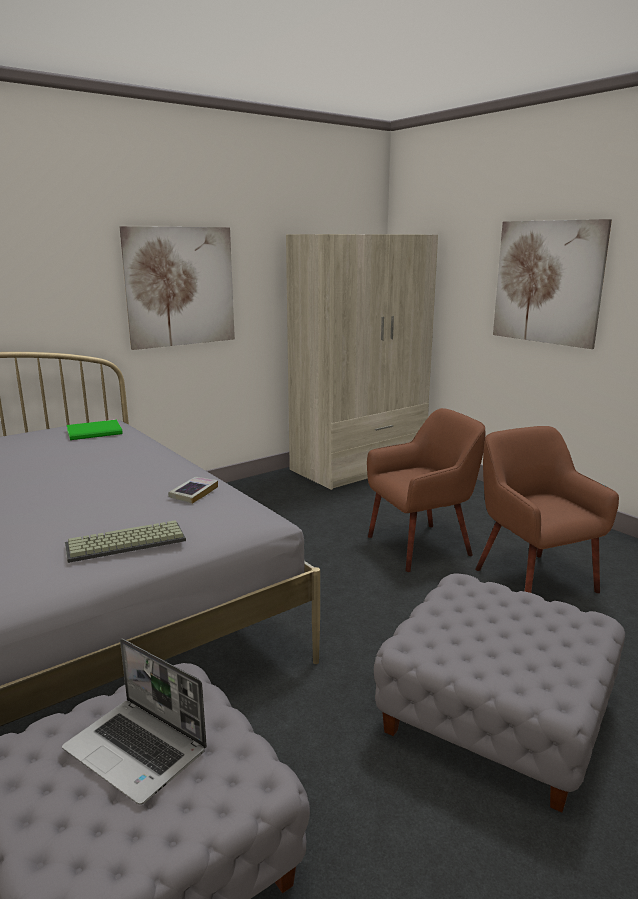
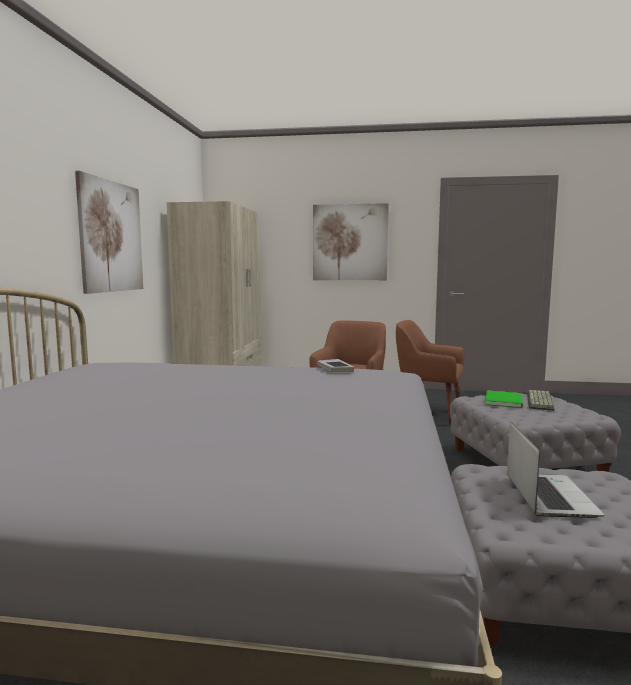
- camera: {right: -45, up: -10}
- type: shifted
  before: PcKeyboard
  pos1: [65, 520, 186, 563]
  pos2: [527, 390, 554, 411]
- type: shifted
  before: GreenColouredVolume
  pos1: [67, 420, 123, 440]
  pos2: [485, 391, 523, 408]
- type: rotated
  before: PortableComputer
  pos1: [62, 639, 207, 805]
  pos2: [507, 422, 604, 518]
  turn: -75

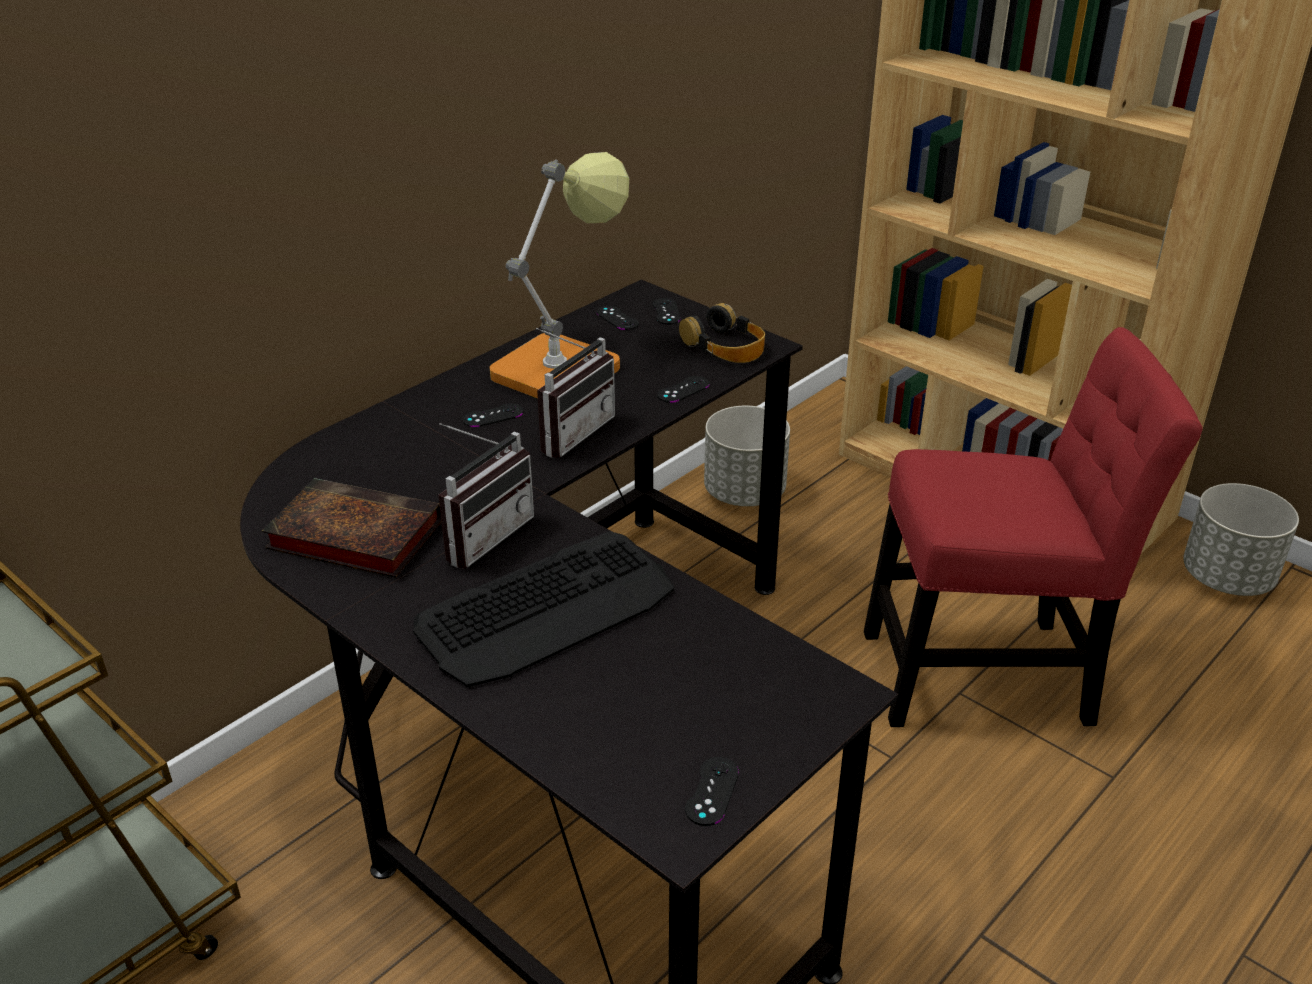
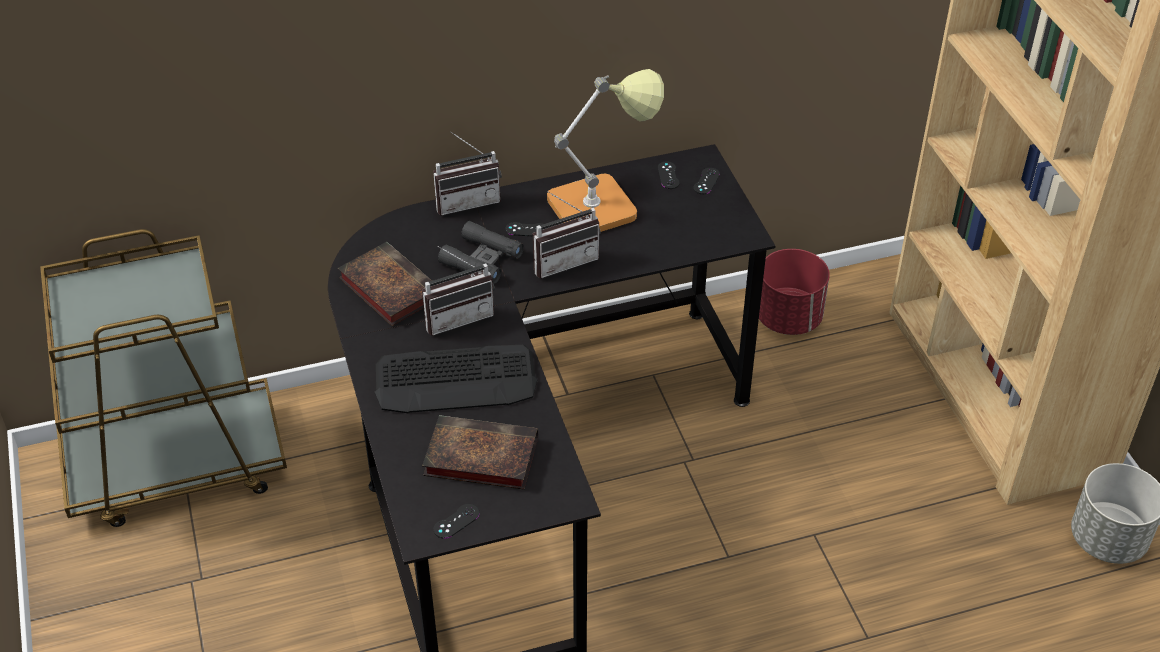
- camera: {right: 30, up: 10}
- type: gone
  before: BlackColouredJoypad
  pos1: [657, 376, 710, 403]
- type: gone
  before: Headset
  pos1: [679, 303, 765, 363]
- type: gone
  before: RedColouredPlainChair
  pos1: [864, 327, 1202, 727]
- type: new
  after: Volume
  pos2: [422, 415, 538, 490]
- type: new
  after: RadioSet
  pos2: [433, 132, 502, 215]
- type: new
  after: BlackColouredPairOfBinoculars
  pos2: [438, 221, 524, 283]
- type: repainted
  before: GreyFlowerPot
  after: RedColouredFlowerPot
  pos1: [704, 406, 790, 506]
  pos2: [759, 249, 830, 335]

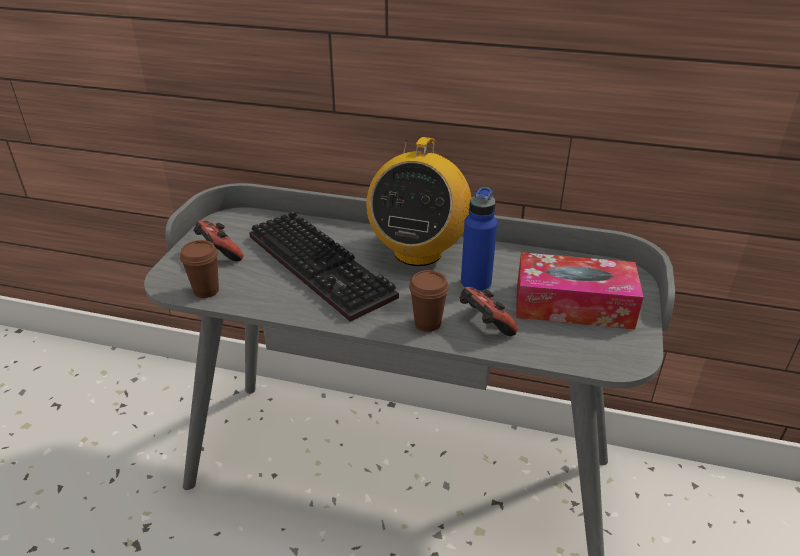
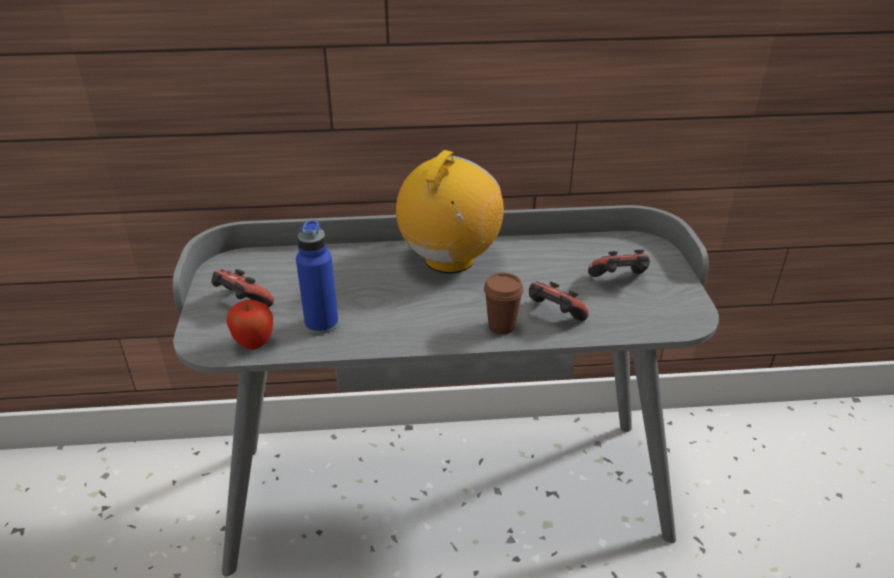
- camera: {right: -20, up: 0}
- type: gone
  before: PcKeyboard
  pos1: [249, 211, 399, 322]
- type: shifted
  before: BlueColouredBottle
  pos1: [461, 187, 497, 293]
  pos2: [296, 220, 339, 334]
- type: swapped
  before: BrownColouredDrinkingCup
  after: Apple
  pos1: [180, 240, 219, 298]
  pos2: [227, 300, 273, 350]
- type: swapped
  before: TissueBox
  after: Joypad
  pos1: [516, 252, 644, 330]
  pos2: [588, 250, 650, 277]
- type: rotated
  before: RadioSet
  pos1: [366, 137, 471, 266]
  pos2: [396, 150, 504, 273]
  turn: -150

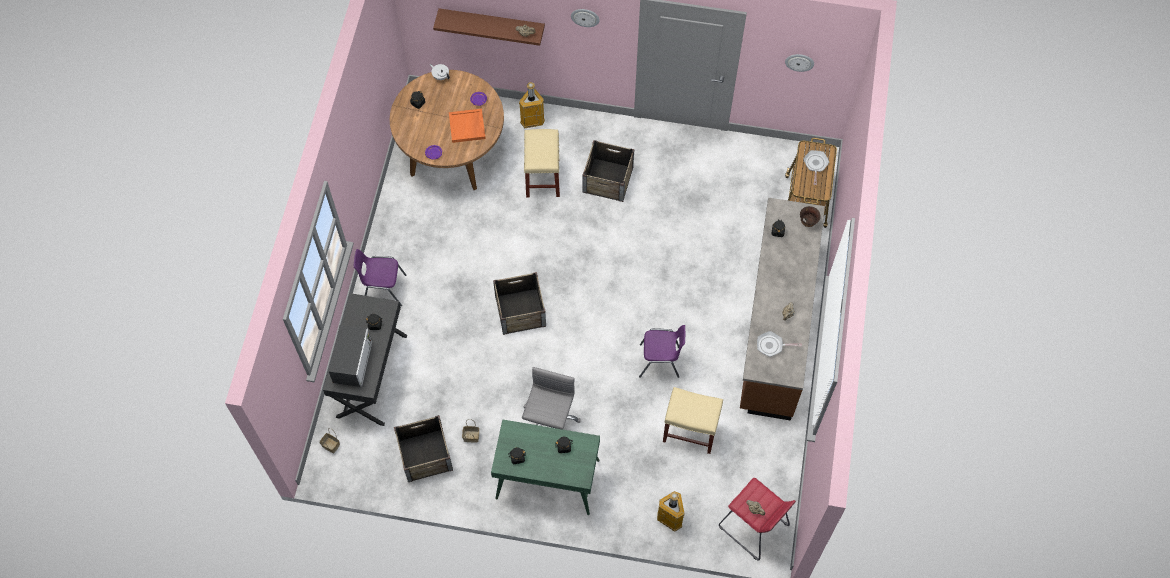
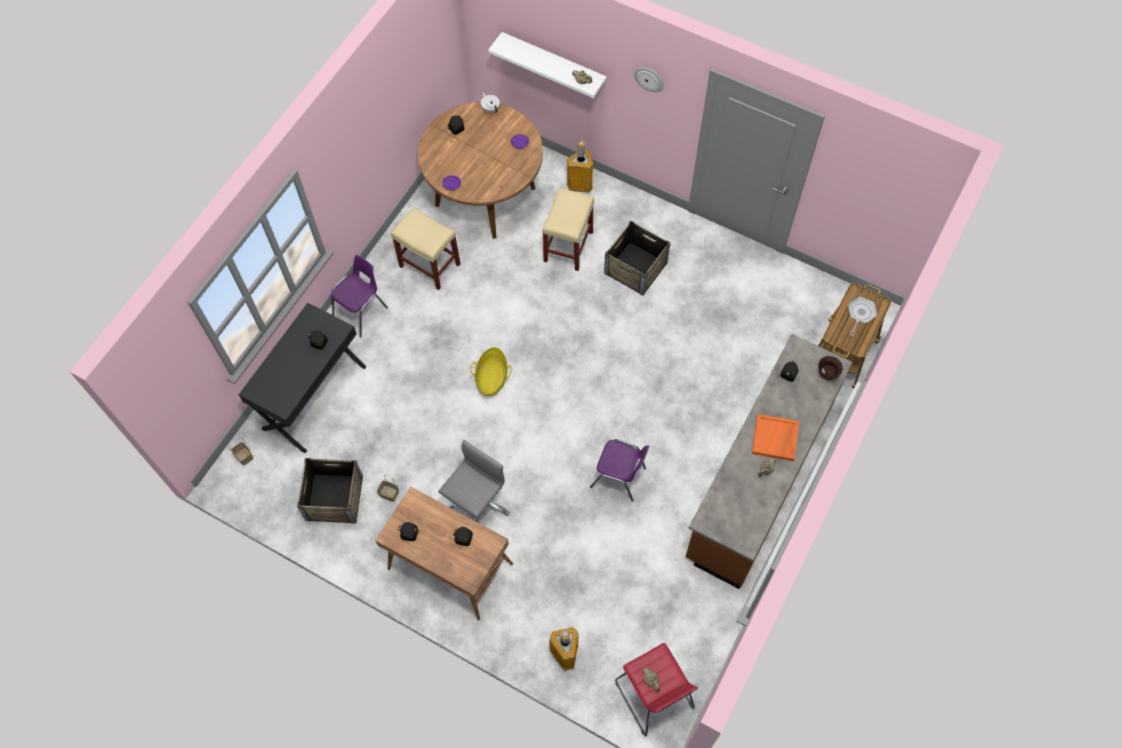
- camera: {right: 20, up: 0}
- type: gone
  before: Microwave
  pos1: [328, 325, 373, 387]
- type: gone
  before: FryingPan
  pos1: [757, 331, 802, 357]
- type: gone
  before: ClockOnTheWall
  pos1: [785, 54, 814, 72]
- type: shifted
  before: OrangeColouredTray
  pos1: [449, 109, 486, 143]
  pos2: [752, 414, 799, 461]
- type: shifted
  before: SandColouredStool
  pos1: [663, 387, 723, 454]
  pos2: [391, 207, 461, 290]
- type: swapped
  before: PackingCrate
  after: HouseholdBasket
  pos1: [493, 272, 546, 335]
  pos2: [470, 347, 512, 396]
- type: repainted
  before: BrownColouredShelf
  after: WhiteShelf
  pos1: [433, 8, 545, 46]
  pos2: [488, 32, 607, 98]
- type: repainted
  before: GreenColouredDeskUnit
  after: BrownColouredDeskUnit
  pos1: [491, 419, 600, 515]
  pos2: [375, 487, 513, 621]
- type: rotated
  before: PurpleColouredPlainChair
  pos1: [354, 249, 406, 306]
  pos2: [331, 255, 388, 337]
  turn: 105

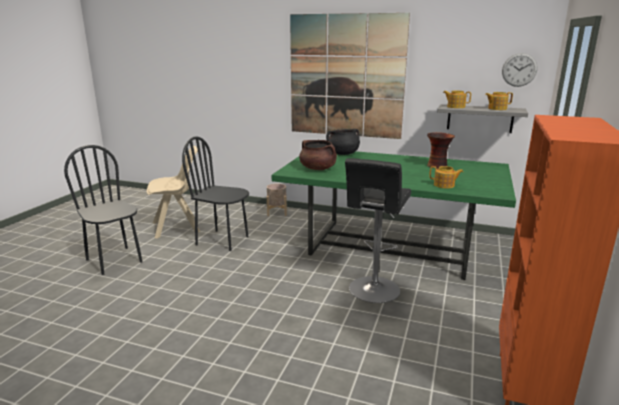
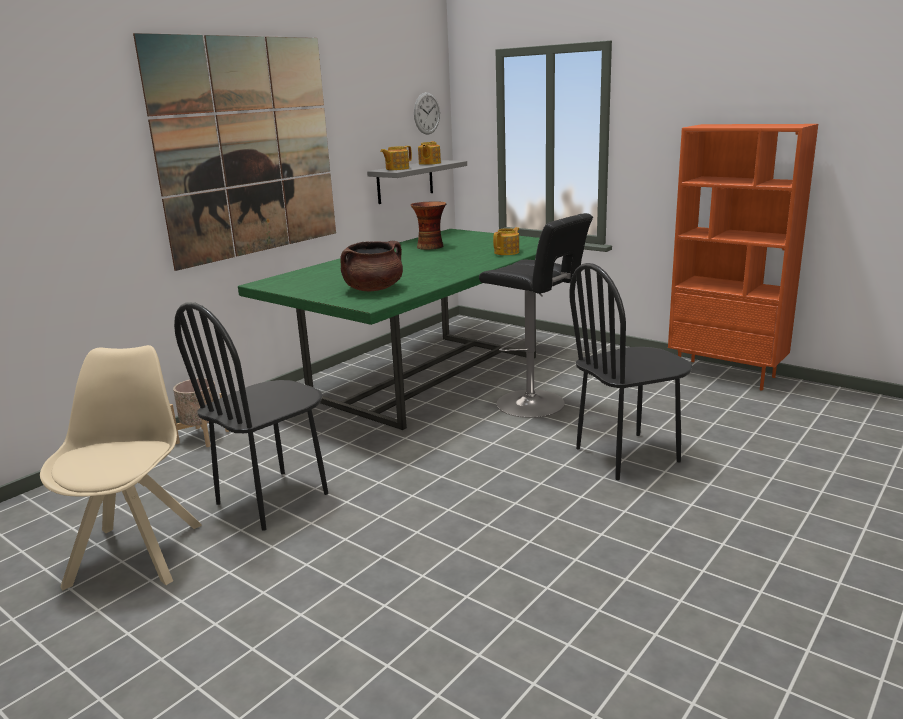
- camera: {right: -70, up: 0}
- type: gone
  before: BlackColouredCookingPot
  pos1: [326, 129, 360, 155]
- type: shifted
  before: BlackColouredPlainChair
  pos1: [64, 145, 142, 275]
  pos2: [569, 263, 693, 480]

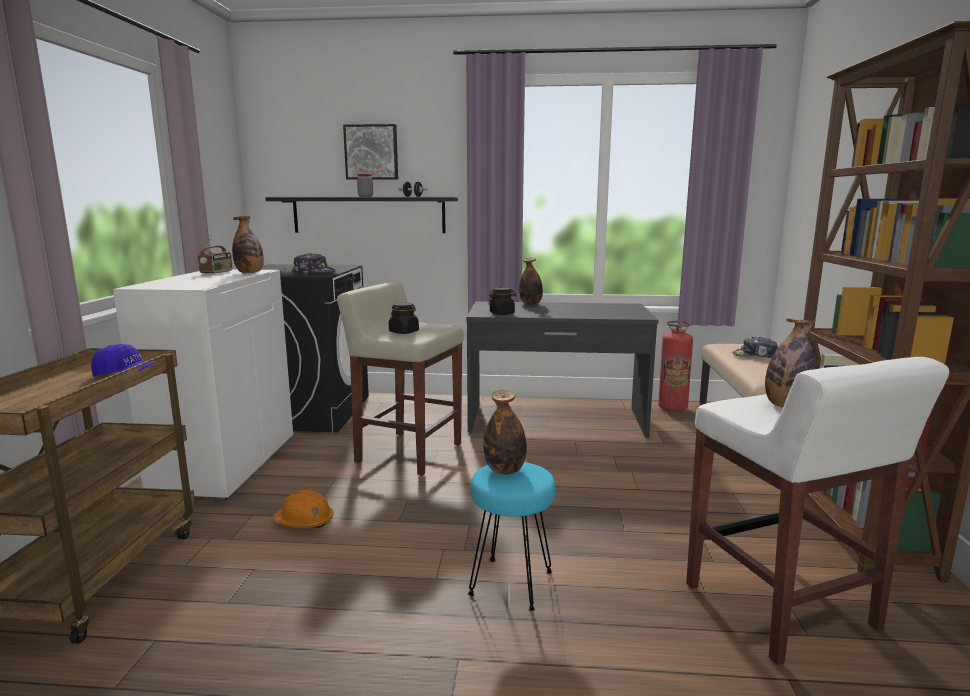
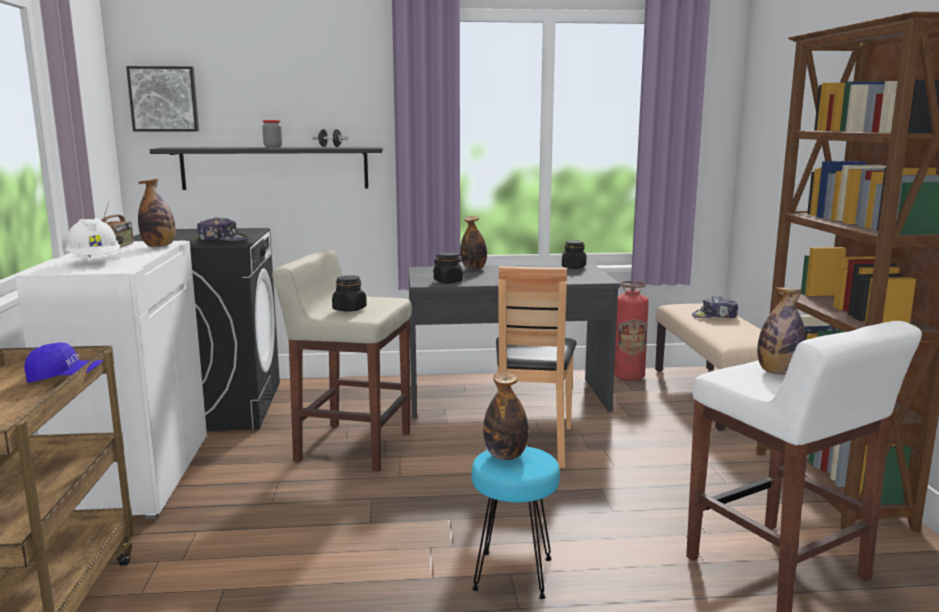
- camera: {right: -10, up: 0}
- type: gone
  before: OrangeColouredSafetyHelmet
  pos1: [273, 489, 334, 528]
- type: new
  after: WhiteSafetyHelmet
  pos2: [65, 218, 120, 258]
- type: new
  after: BrownColouredPlainChair
  pos2: [496, 266, 577, 468]
- type: new
  after: BlackColouredStorageJar
  pos2: [562, 241, 587, 269]
- type: shifted
  before: Picture
  pos1: [343, 124, 398, 180]
  pos2: [126, 66, 199, 132]

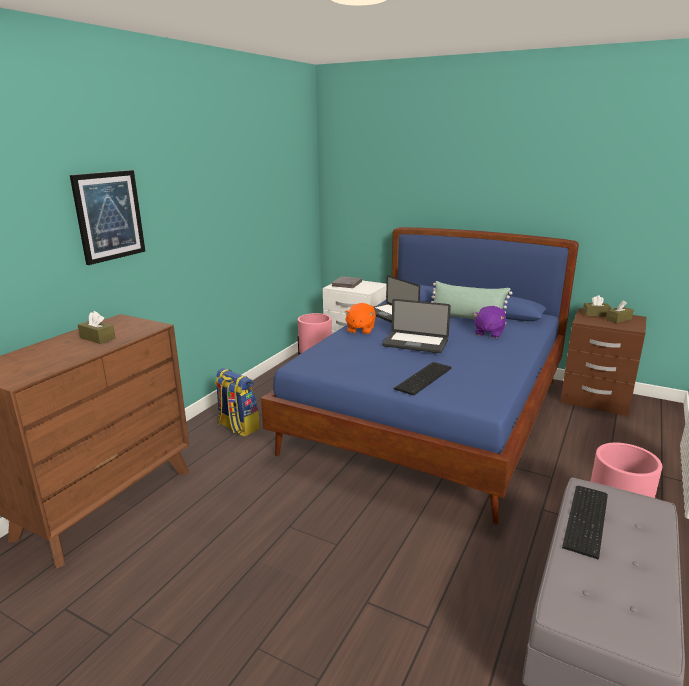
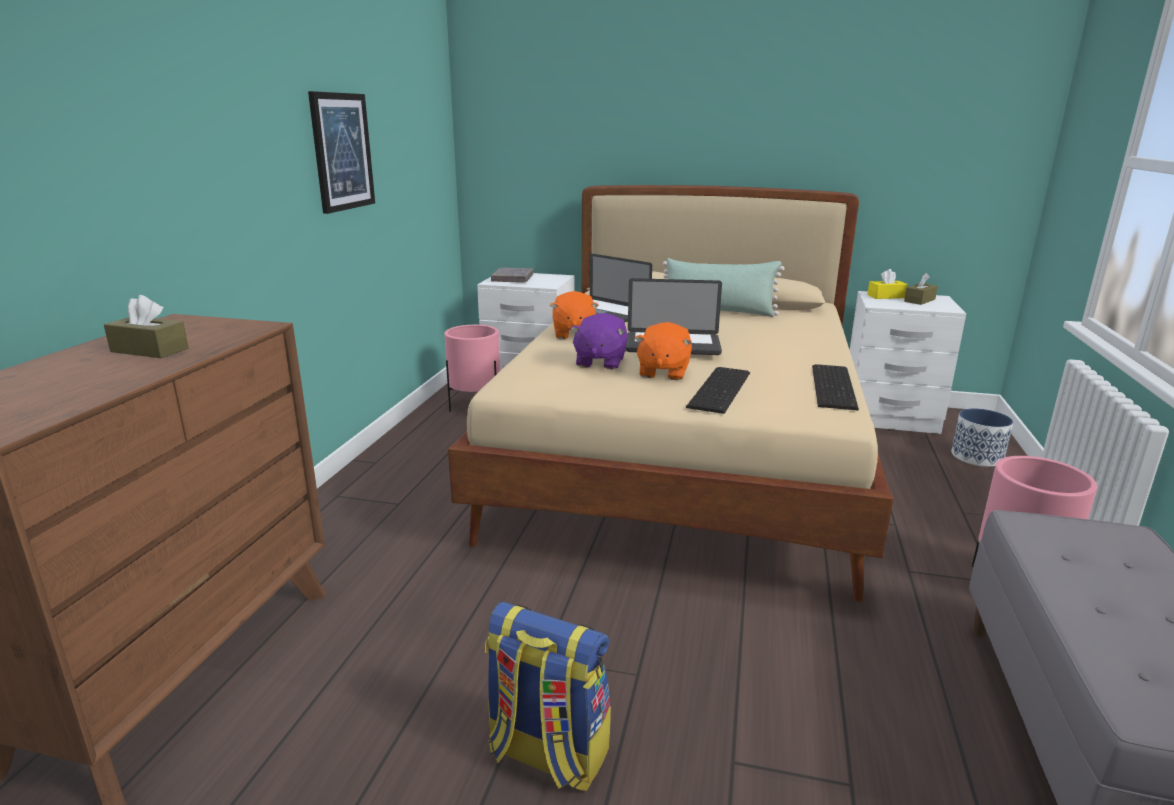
- camera: {right: -15, up: 0}
- type: new
  after: OrangeColouredPlushToy
  pos2: [635, 322, 692, 380]
- type: new
  after: FlowerPot
  pos2: [951, 408, 1013, 467]
- type: shifted
  before: Picture
  pos1: [70, 170, 145, 265]
  pos2: [308, 91, 375, 214]
- type: shifted
  before: Backpack
  pos1: [215, 368, 260, 437]
  pos2: [485, 602, 611, 791]
- type: shifted
  before: PurpleColouredPlushToy
  pos1: [474, 306, 506, 338]
  pos2: [570, 313, 628, 370]
- type: shifted
  before: PcKeyboard
  pos1: [562, 486, 608, 560]
  pos2: [812, 364, 859, 410]
- type: repainted
  before: BlueColouredBedroomBed
  after: SandColouredBedroomBed
  pos1: [261, 227, 579, 524]
  pos2: [448, 185, 893, 602]
- type: repainted
  before: BrownColouredBedsideTable
  after: WhiteBedsideTable
  pos1: [560, 308, 646, 416]
  pos2: [850, 291, 966, 434]
- type: repainted
  before: BrownColouredTissueBox
  after: YellowTissueBox
  pos1: [583, 295, 611, 317]
  pos2: [867, 269, 908, 299]

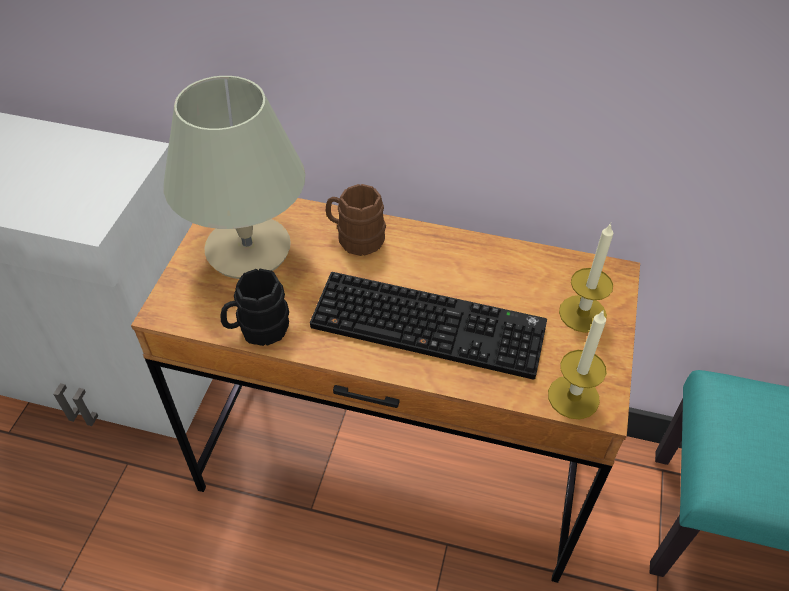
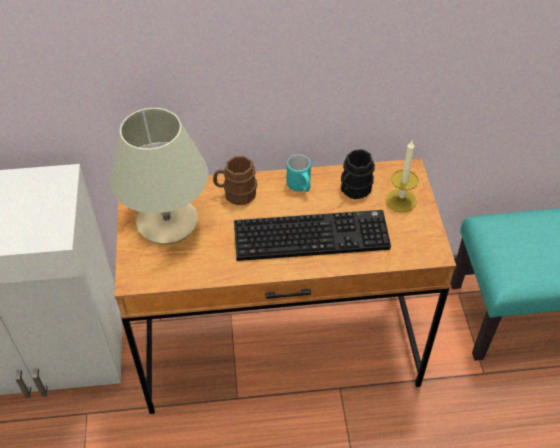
- camera: {right: -20, up: 0}
- type: gone
  before: WaxCandle
  pos1: [548, 311, 607, 419]
- type: new
  after: TurquoiseTeaMug
  pos2: [287, 155, 311, 192]
- type: shifted
  before: BlackColouredTeaMug
  pos1: [220, 269, 289, 346]
  pos2: [341, 149, 375, 199]

